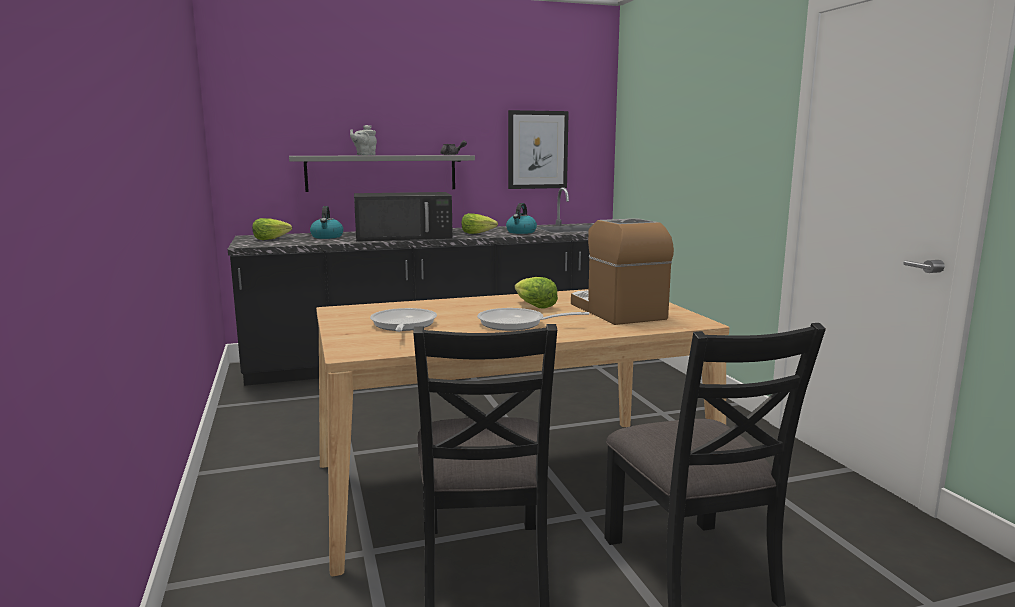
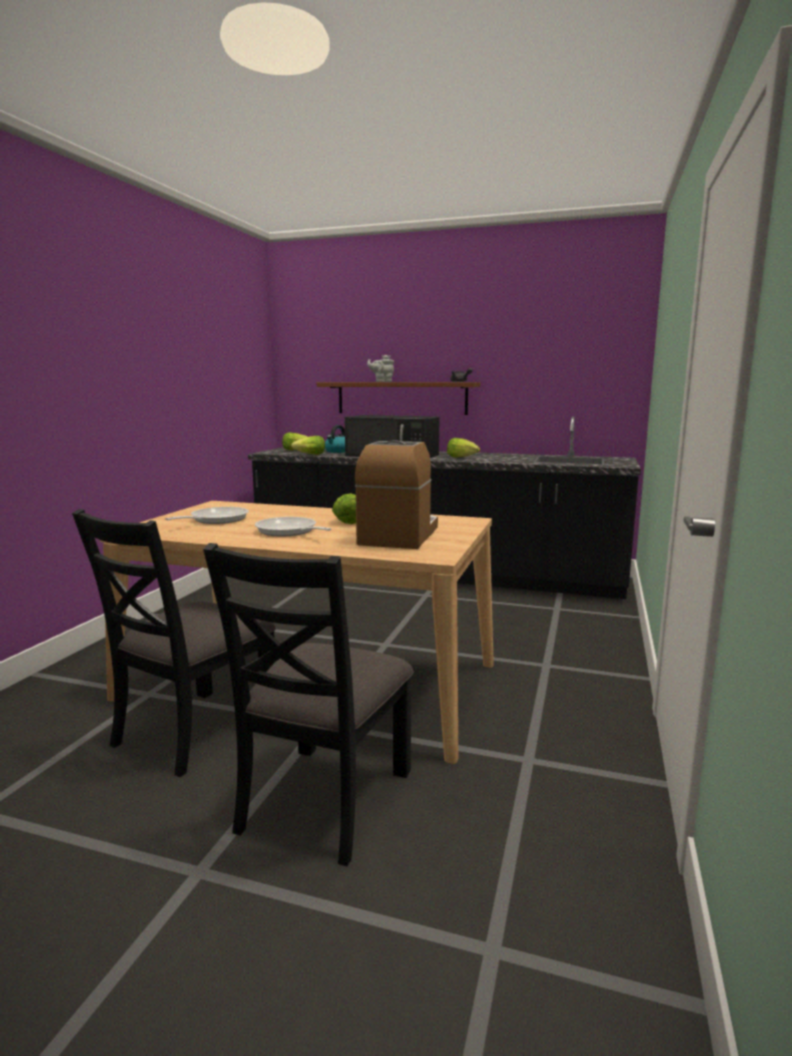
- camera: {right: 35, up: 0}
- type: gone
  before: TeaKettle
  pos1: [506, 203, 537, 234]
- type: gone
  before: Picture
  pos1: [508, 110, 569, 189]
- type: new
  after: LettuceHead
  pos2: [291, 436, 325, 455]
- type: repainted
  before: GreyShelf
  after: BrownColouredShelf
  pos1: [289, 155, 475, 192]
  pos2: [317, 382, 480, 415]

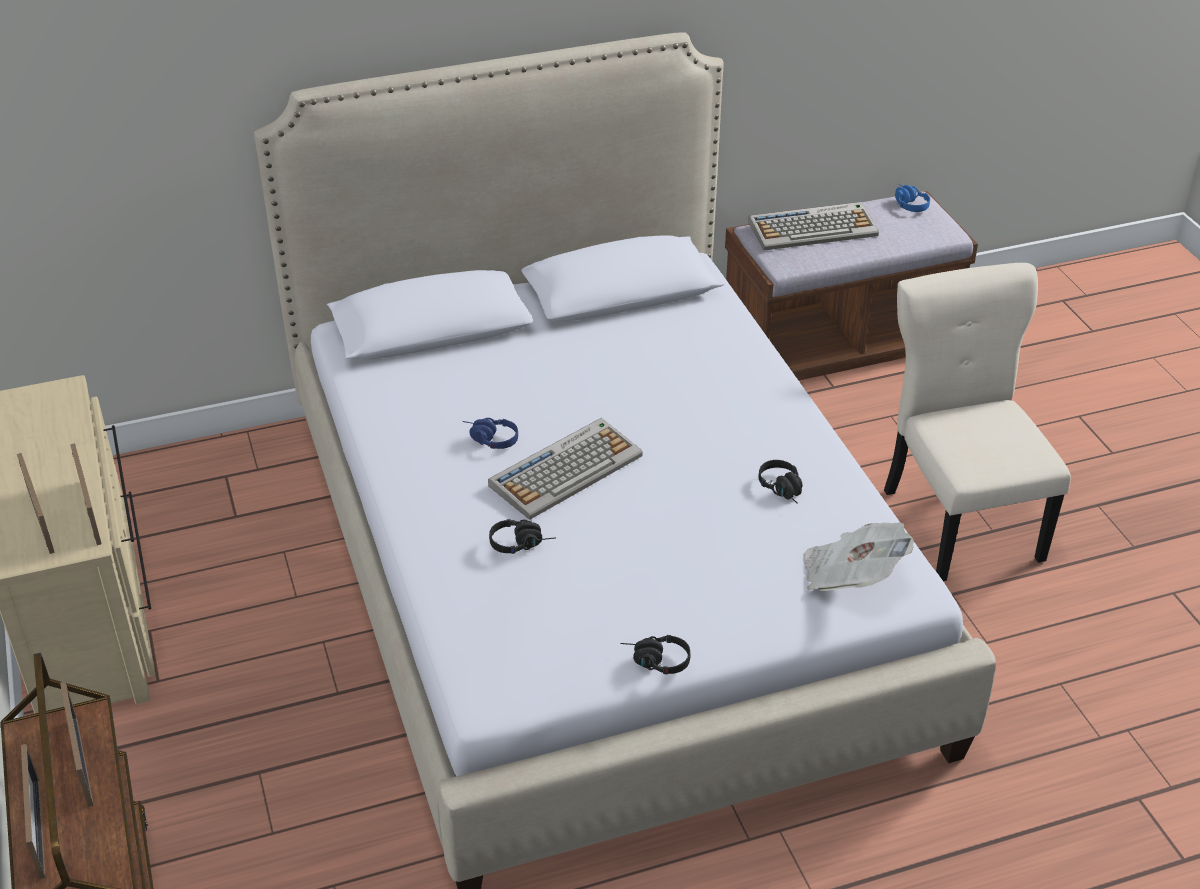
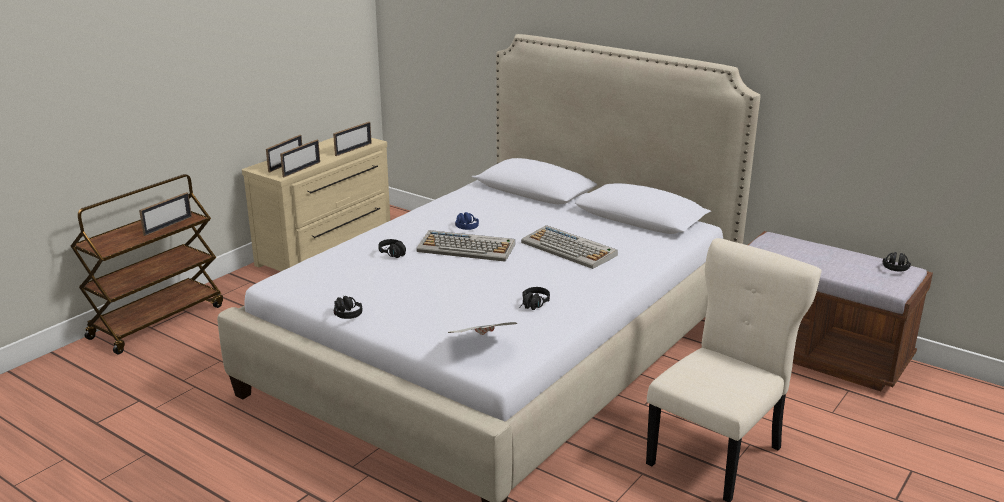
- camera: {right: 55, up: -15}
- type: shifted
  before: PictureFrame
  pos1: [21, 744, 45, 879]
  pos2: [333, 122, 372, 156]
- type: shifted
  before: PcKeyboard
  pos1: [748, 202, 879, 251]
  pos2: [521, 225, 618, 269]
- type: repainted
  before: BlueColouredHeadset
  after: BlackColouredHeadset
  pos1: [895, 184, 930, 212]
  pos2: [883, 252, 911, 272]

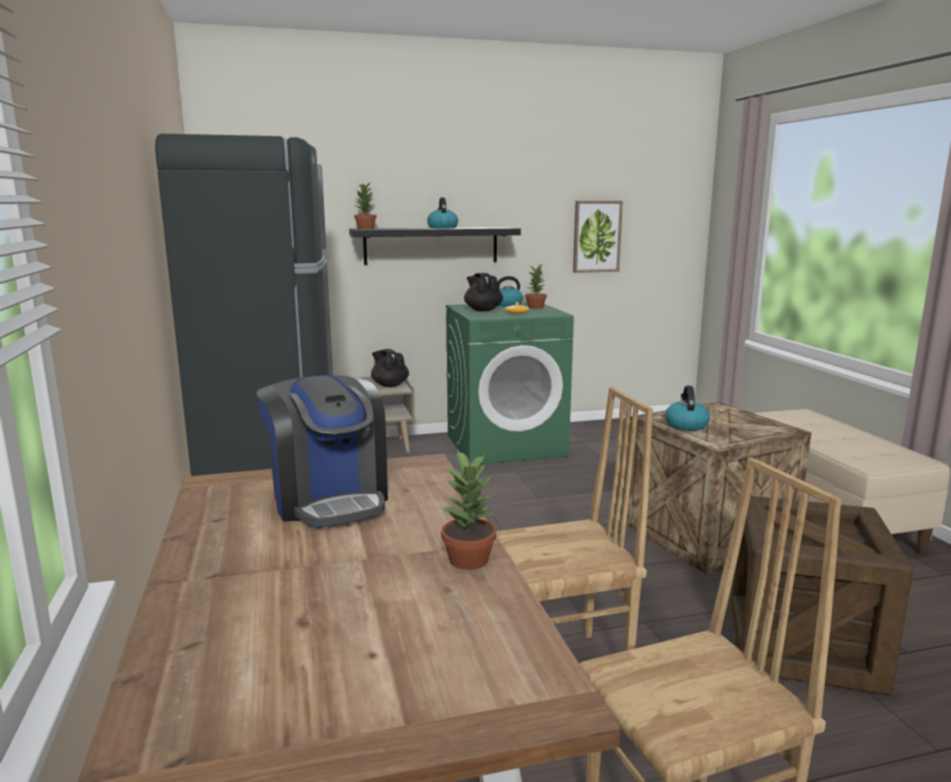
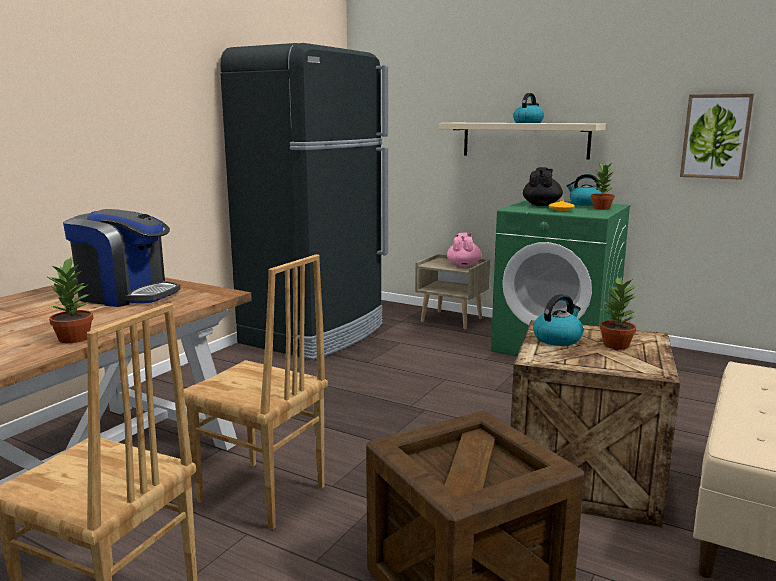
- camera: {right: 45, up: 0}
- type: shifted
  before: PottedPlant
  pos1: [354, 183, 377, 229]
  pos2: [600, 276, 638, 349]
- type: repainted
  before: BlackColouredShelf
  after: SandColouredShelf
  pos1: [349, 227, 521, 265]
  pos2: [439, 123, 606, 159]
- type: repainted
  before: BlackColouredTeapot
  after: PinkishTeapot
  pos1: [371, 349, 409, 387]
  pos2: [447, 233, 482, 267]
- type: rotated
  before: CoffeeMachine
  pos1: [257, 375, 388, 528]
  pos2: [63, 209, 181, 307]
  turn: -90

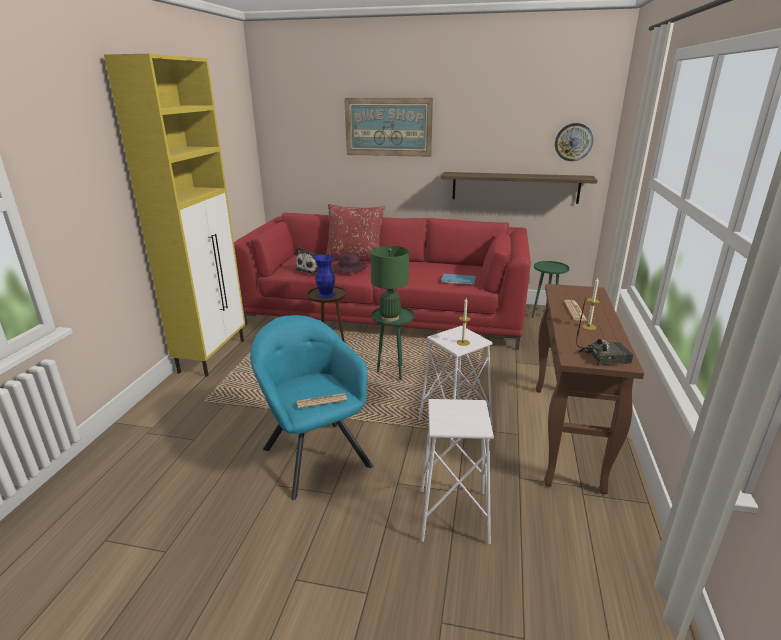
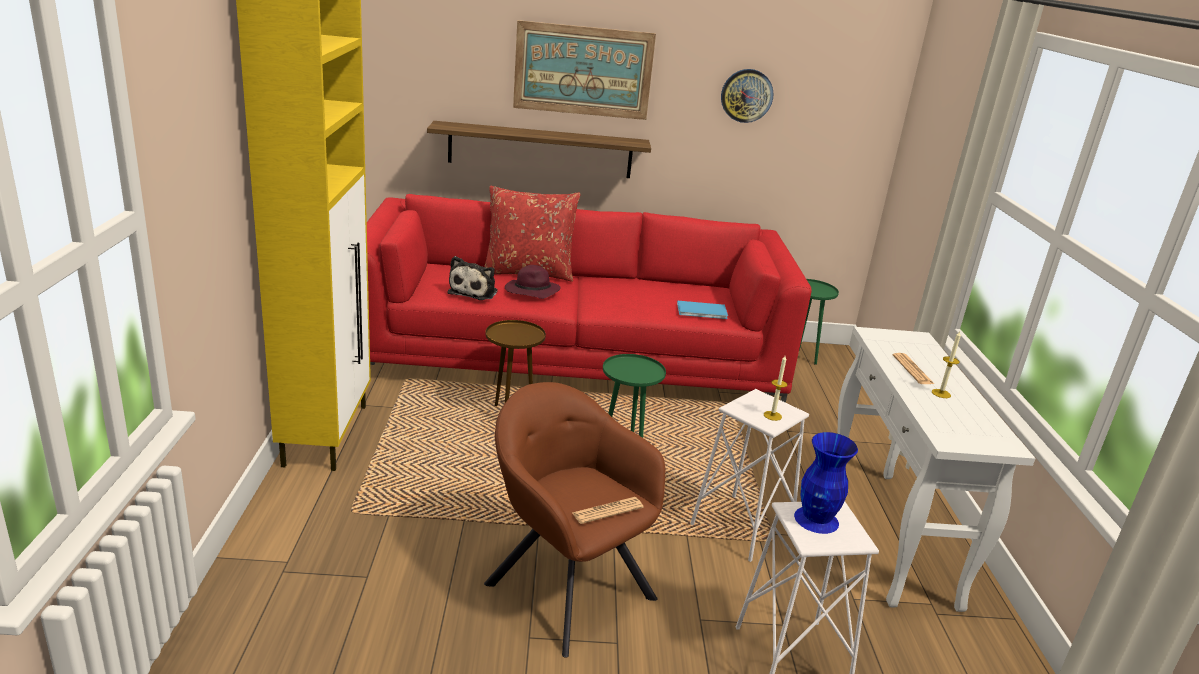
- camera: {right: -15, up: 0}
- type: gone
  before: GreenColouredTableLamp
  pos1: [371, 246, 409, 322]
- type: gone
  before: RadioSet
  pos1: [576, 297, 633, 365]
- type: shifted
  before: BlueColouredFlowerVase
  pos1: [314, 255, 336, 298]
  pos2: [794, 432, 858, 534]
- type: shifted
  before: Shelf
  pos1: [441, 172, 598, 204]
  pos2: [427, 121, 651, 178]
- type: shifted
  before: ClockOnTheWall
  pos1: [555, 123, 593, 161]
  pos2: [721, 69, 774, 123]
- type: repainted
  before: TurquoiseEasyChair
  after: BrownColouredEasyChair
  pos1: [250, 315, 374, 500]
  pos2: [484, 382, 665, 658]
- type: repainted
  before: BrownColouredConsoleTable
  after: WhiteConsoleTable
  pos1: [536, 284, 644, 494]
  pos2: [837, 327, 1036, 612]

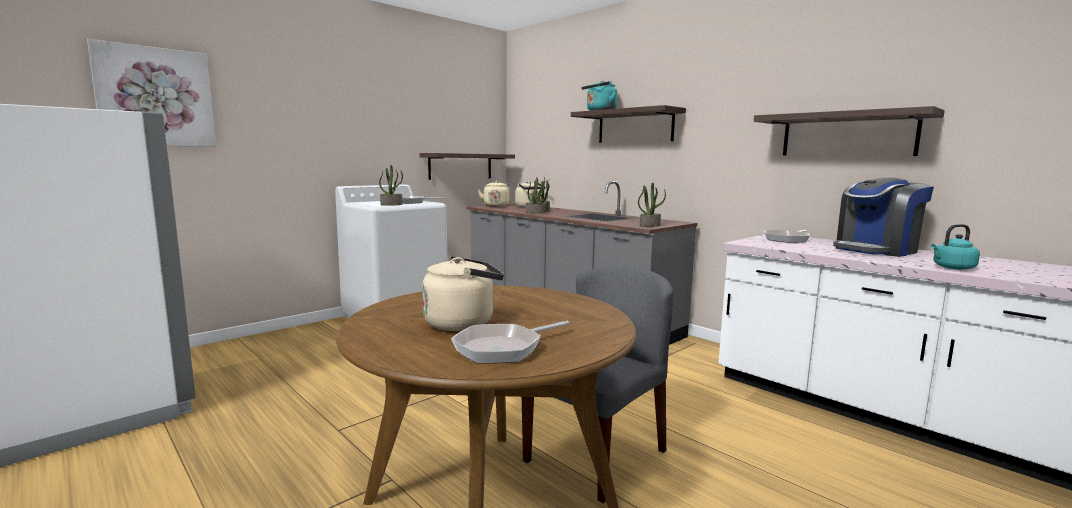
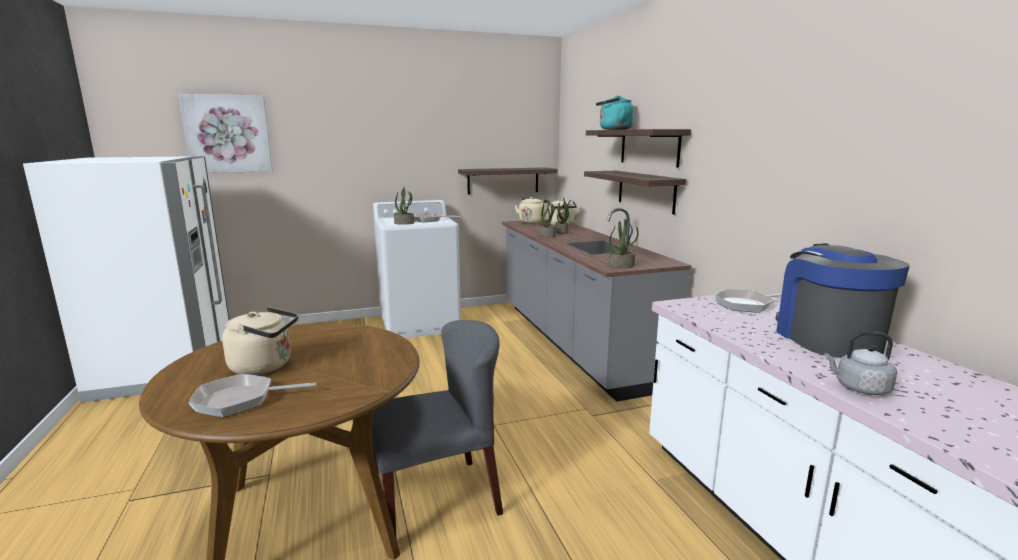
- camera: {right: 25, up: 5}
- type: shifted
  before: Shelf
  pos1: [754, 106, 945, 156]
  pos2: [584, 171, 686, 214]
- type: repainted
  before: TurquoiseTeaKettle
  after: GreyTeaKettle
  pos1: [931, 224, 980, 270]
  pos2: [824, 331, 897, 395]
- type: rotated
  before: CoffeeMachine
  pos1: [833, 178, 934, 257]
  pos2: [776, 244, 910, 358]
  turn: 90

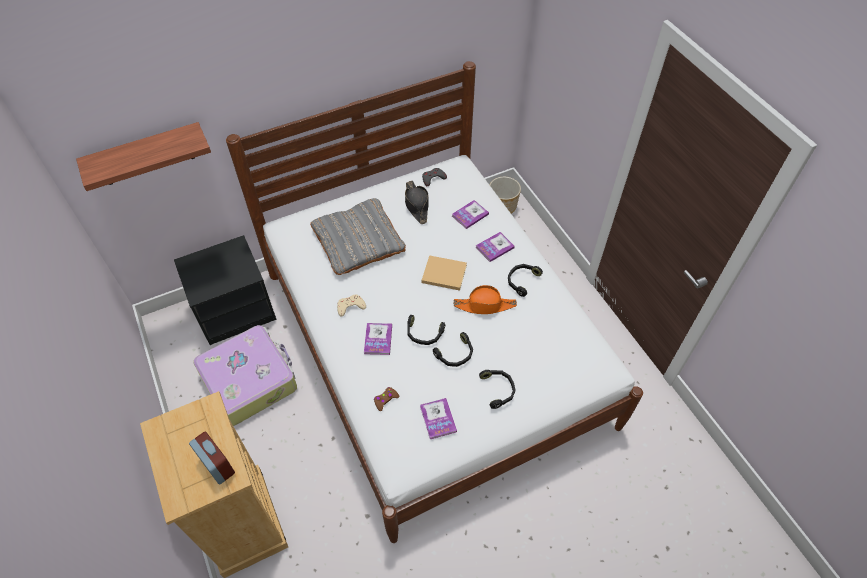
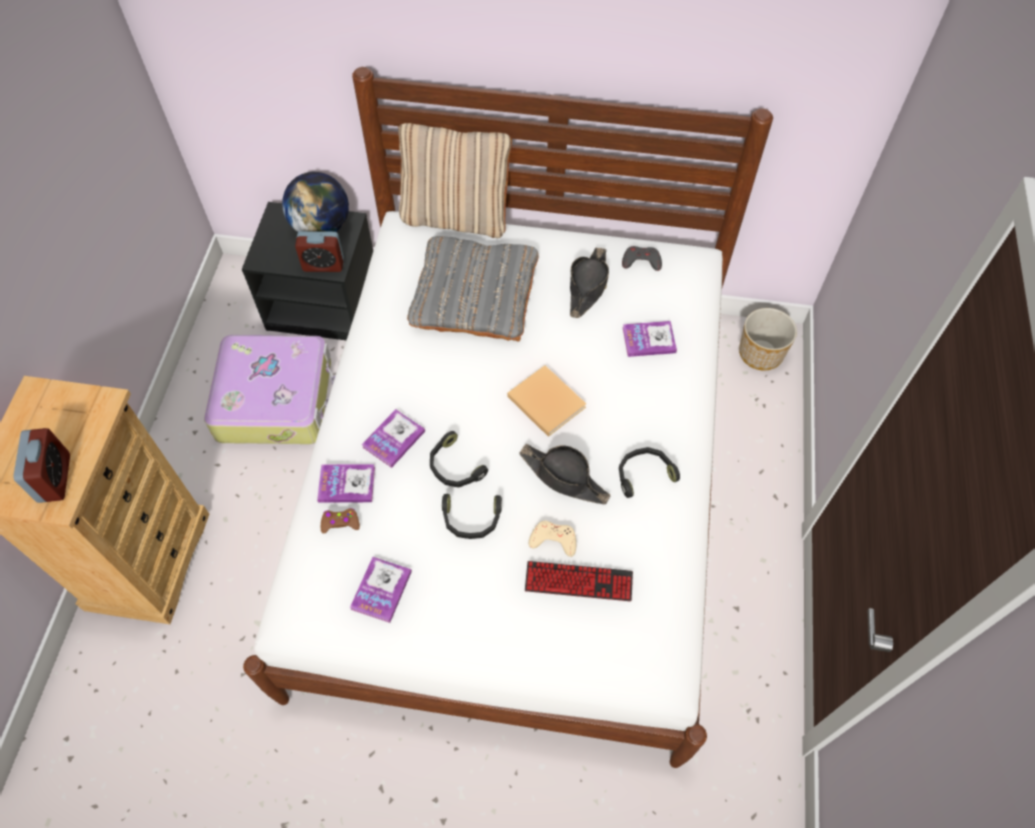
- camera: {right: 35, up: 5}
- type: gone
  before: Shelf
  pos1: [76, 122, 211, 191]
- type: gone
  before: BlackColouredHeadset
  pos1: [479, 370, 515, 409]
- type: new
  after: DeskGlobe
  pos2: [282, 172, 349, 232]
- type: new
  after: BedsideClock
  pos2: [295, 231, 344, 272]
- type: new
  after: SandColouredThrowPillow
  pos2: [398, 123, 512, 238]
- type: new
  after: PcKeyboard
  pos2: [525, 561, 633, 601]
- type: shifted
  before: SandColouredJoypad
  pos1: [337, 295, 366, 317]
  pos2: [529, 521, 576, 557]
- type: shifted
  before: Volume
  pos1: [476, 232, 515, 262]
  pos2: [317, 464, 375, 503]
- type: repainted
  before: OrangeColouredClothingHat
  after: BlackColouredClothingHat
  pos1: [454, 285, 517, 314]
  pos2: [519, 444, 610, 504]

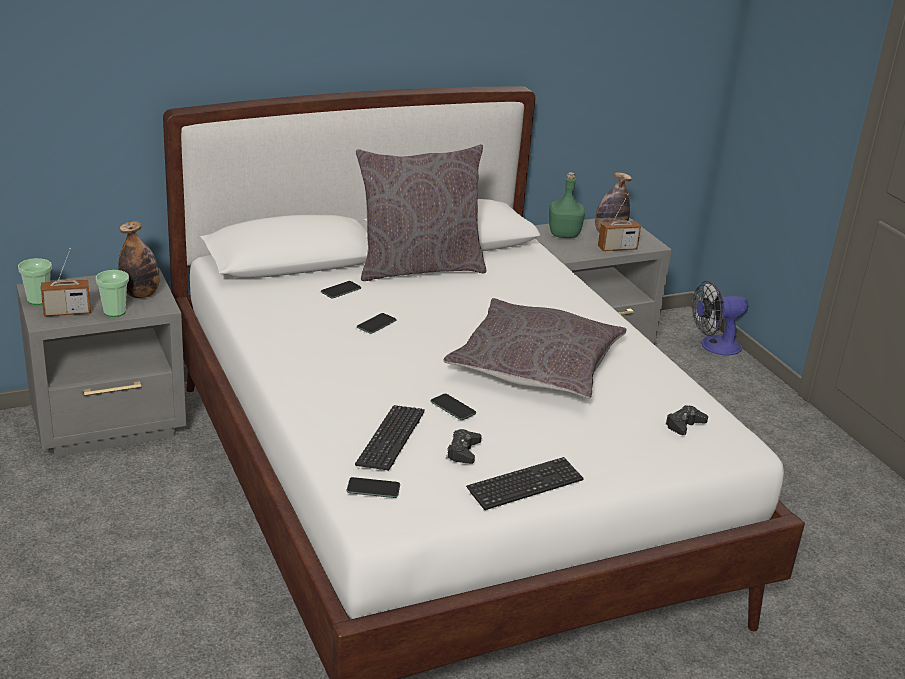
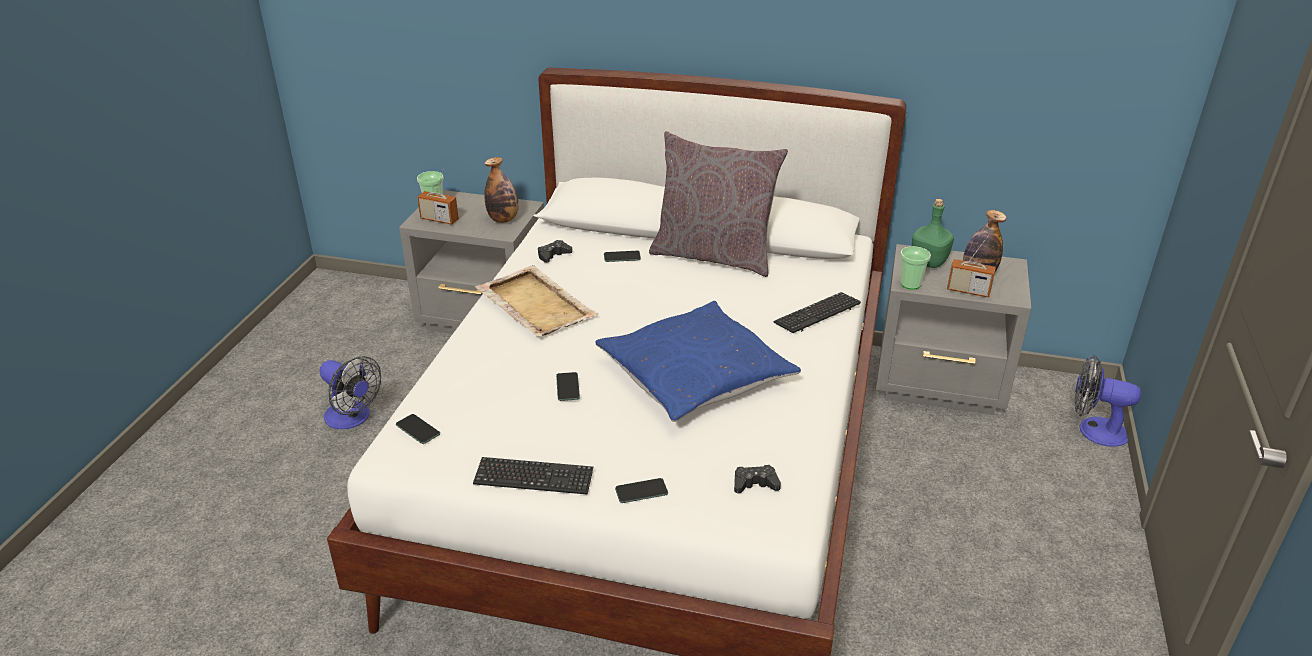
- camera: {right: 40, up: 5}
- type: new
  after: Fan
  pos2: [320, 356, 381, 429]
- type: new
  after: SandColouredTray
  pos2: [475, 265, 599, 337]
- type: shifted
  before: DrinkingCup
  pos1: [96, 270, 129, 317]
  pos2: [900, 246, 931, 290]
- type: shifted
  before: PcKeyboard
  pos1: [355, 405, 425, 471]
  pos2: [774, 292, 861, 333]
- type: shifted
  before: Handset
  pos1: [357, 313, 397, 334]
  pos2: [615, 478, 668, 503]
- type: shifted
  before: BlackColouredJoypad
  pos1: [446, 429, 482, 464]
  pos2: [538, 240, 572, 263]
- type: repainted
  before: GreyThrowPillow
  after: BlueColouredThrowPillow
  pos1: [443, 298, 626, 398]
  pos2: [595, 301, 801, 422]

